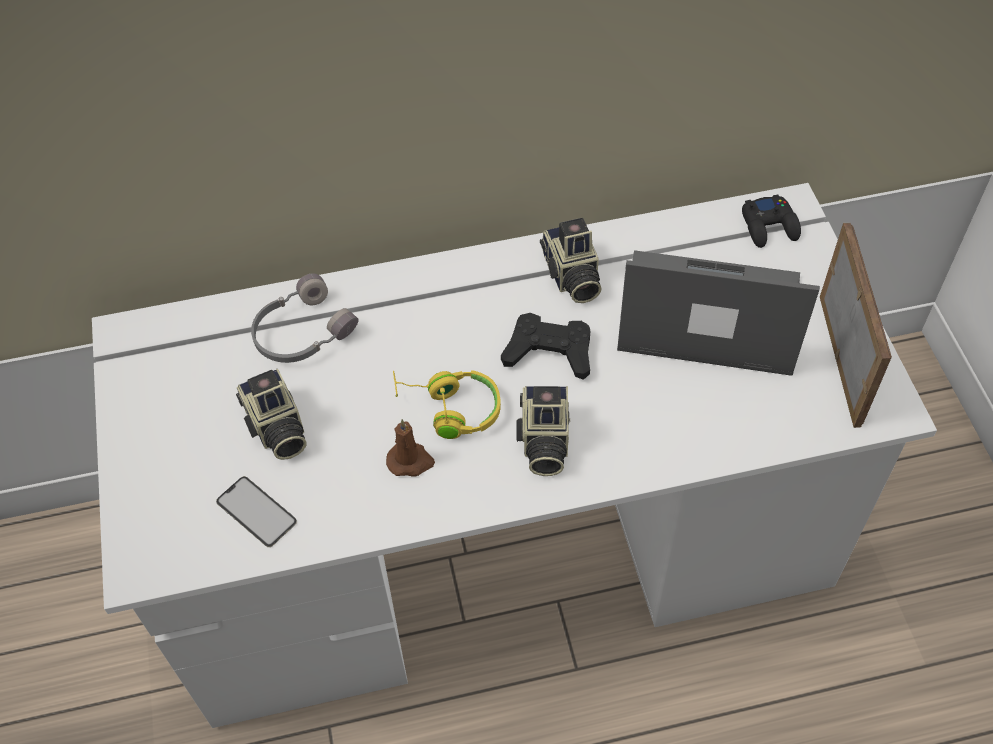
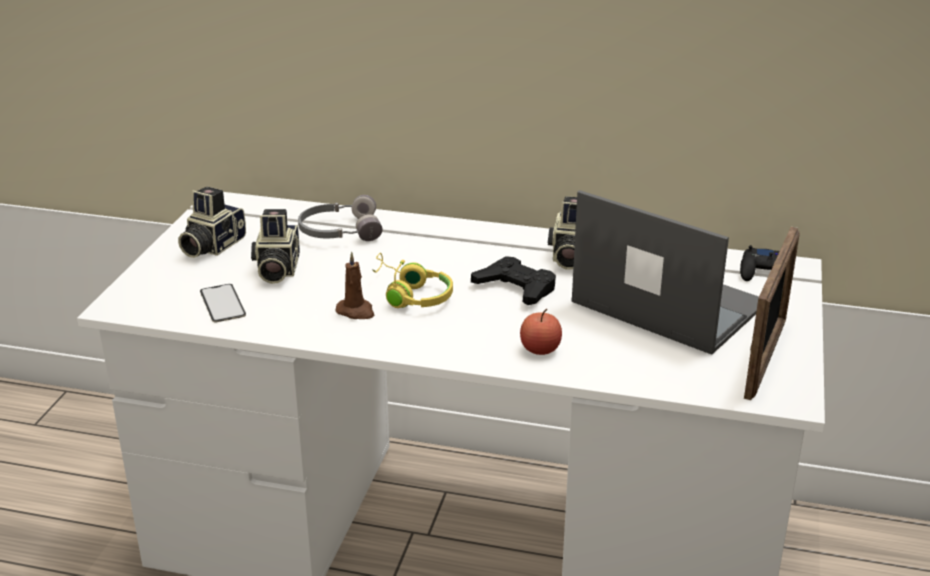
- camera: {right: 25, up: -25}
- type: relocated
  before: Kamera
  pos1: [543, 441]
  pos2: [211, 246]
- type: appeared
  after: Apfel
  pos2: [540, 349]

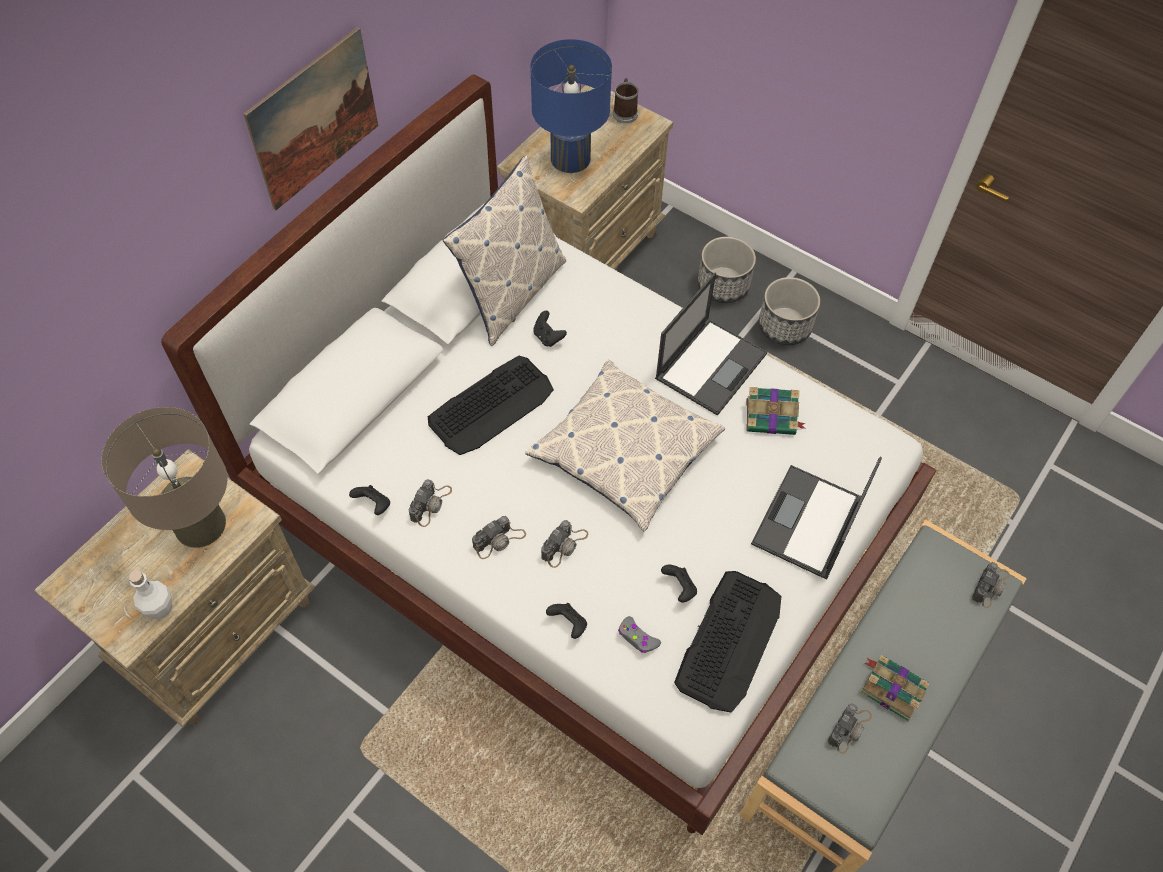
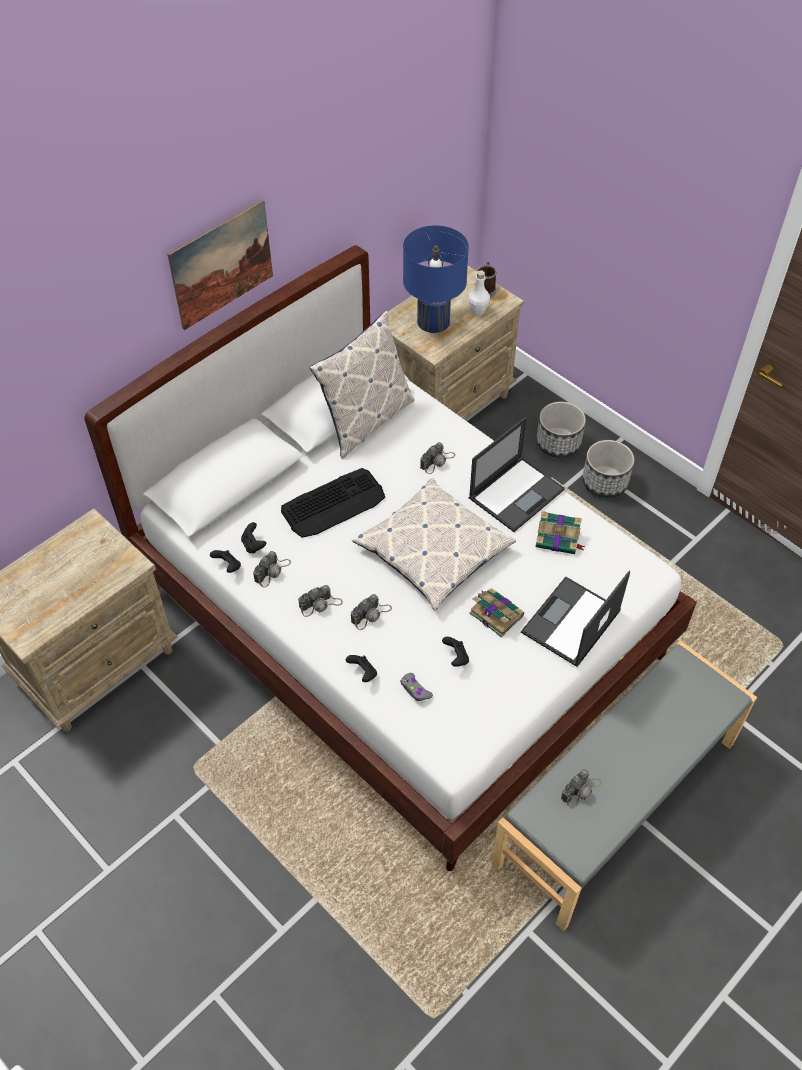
- camera: {right: 10, up: -5}
- type: relocated
  before: Gamepad [schwarz]
  pos1: [548, 337]
  pos2: [253, 545]
- type: relocated
  before: Kamera
  pos1: [990, 586]
  pos2: [437, 461]
- type: relocated
  before: Flasche [weiß]
  pos1: [160, 609]
  pos2: [478, 310]
- type: relocated
  before: Buch
  pos1: [891, 688]
  pos2: [495, 613]
- type: missing
  before: Tischlampe [beige]
  pos1: [200, 525]
- type: missing
  before: Tastatur
  pos1: [729, 640]

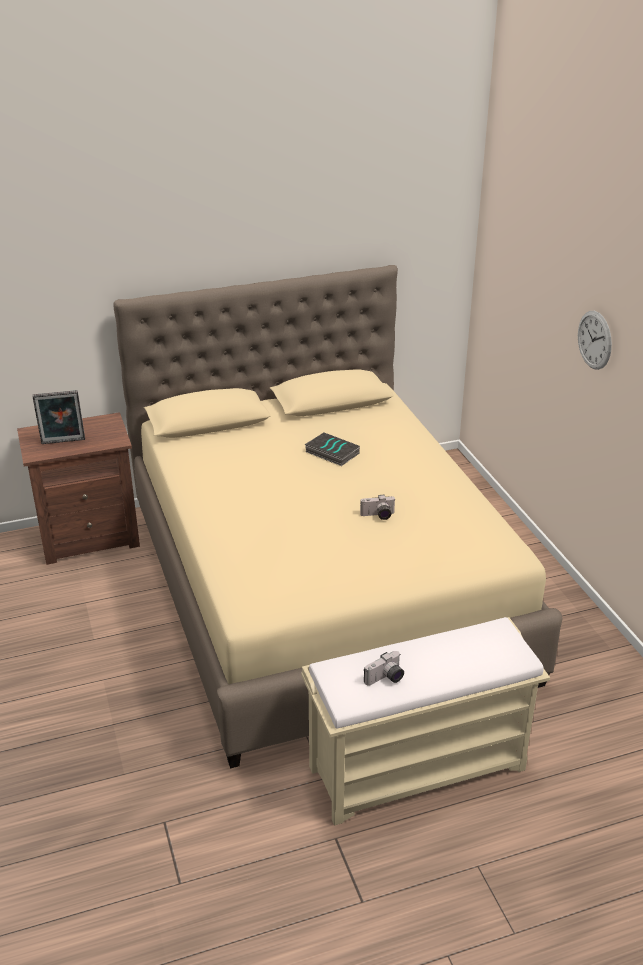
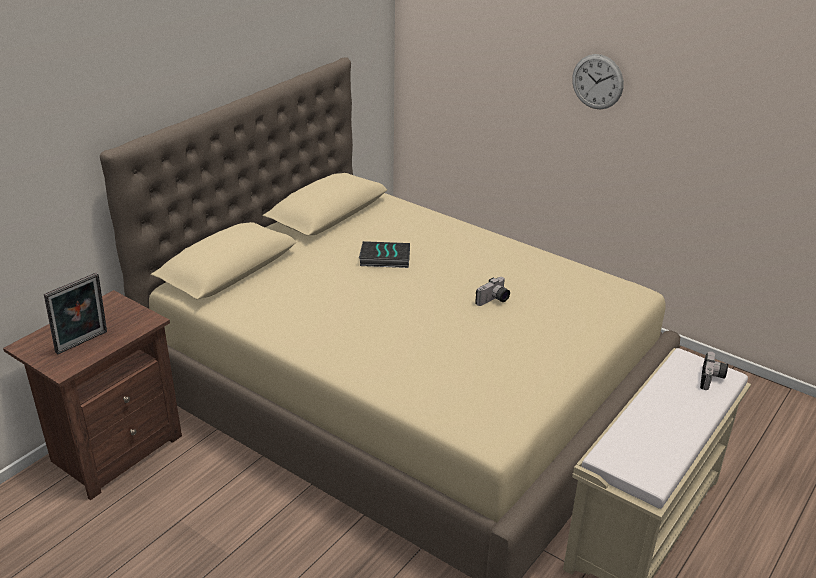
- camera: {right: -35, up: 0}
- type: relocated
  before: Kamera
  pos1: [385, 679]
  pos2: [712, 379]

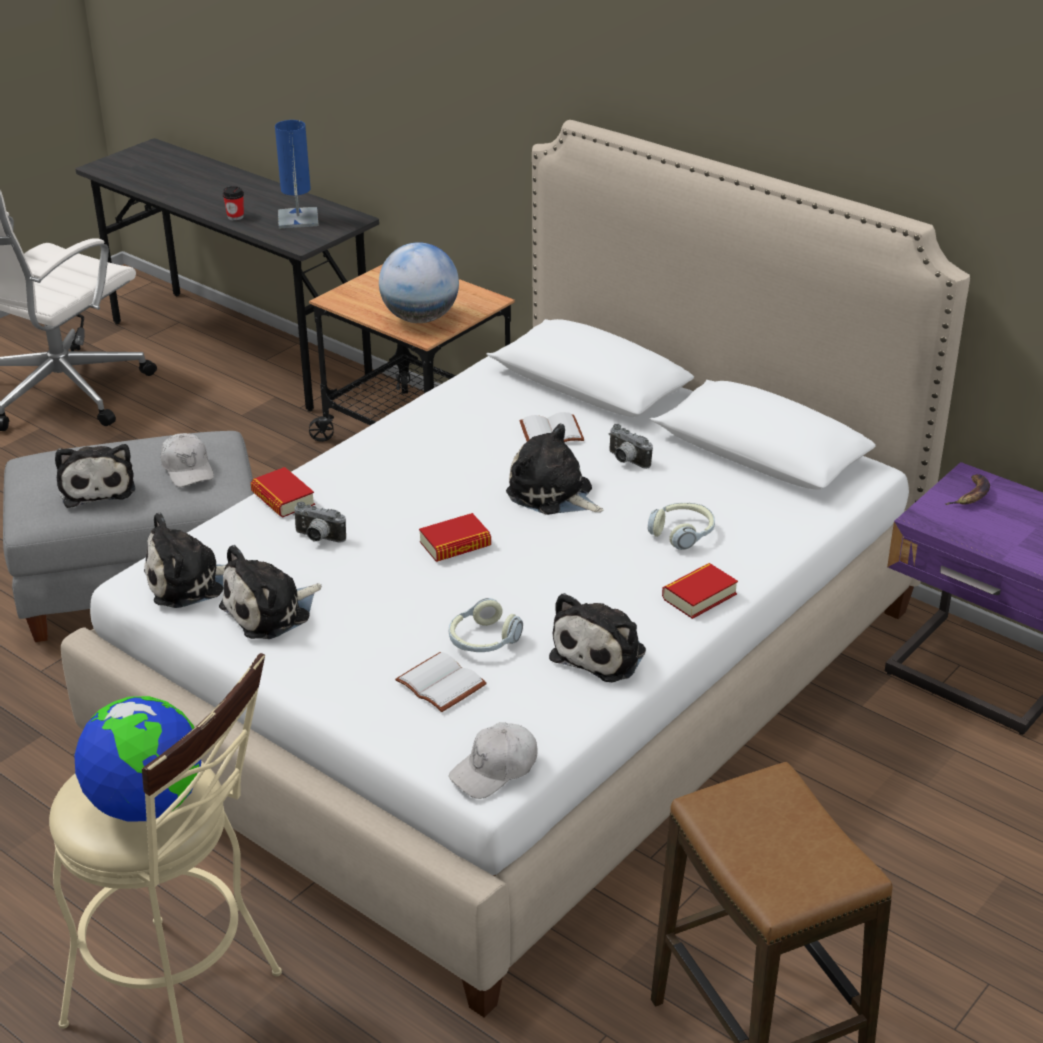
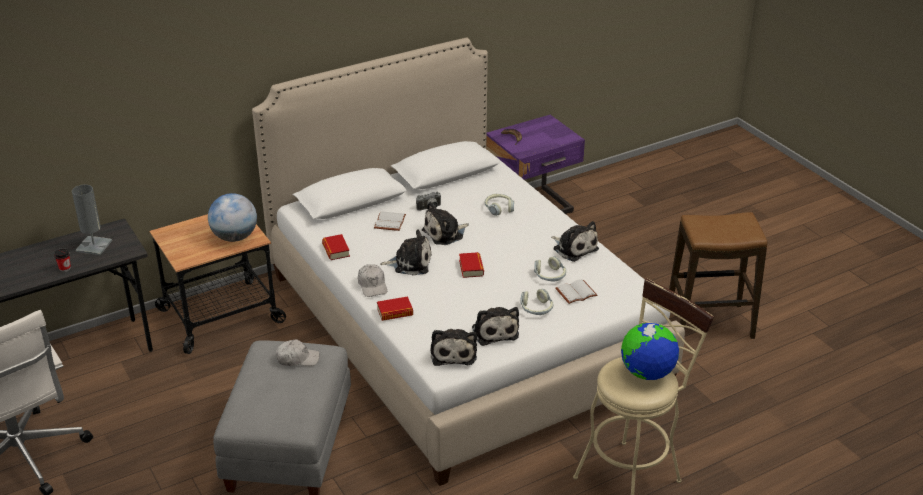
- camera: {right: -70, up: 0}
- type: colour
  before: Tischlampe [blau]
  after: Tischlampe [grau]
  pos1: [298, 219]
  pos2: [94, 246]
- type: relocated
  before: Buch
  pos1: [699, 596]
  pos2: [336, 250]
- type: relocated
  before: Kappe [weiß]
  pos1: [495, 770]
  pos2: [372, 285]
- type: relocated
  before: Plüschtier
  pos1: [97, 487]
  pos2: [410, 263]
- type: appeared
  after: Kopfhörer
  pos2: [536, 309]
- type: missing
  before: Kamera
  pos1: [318, 538]

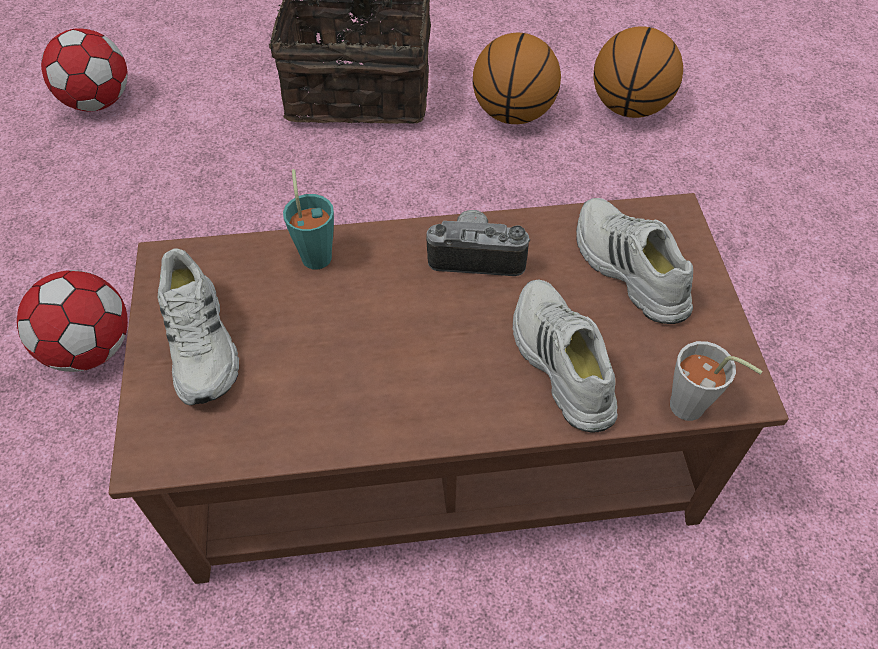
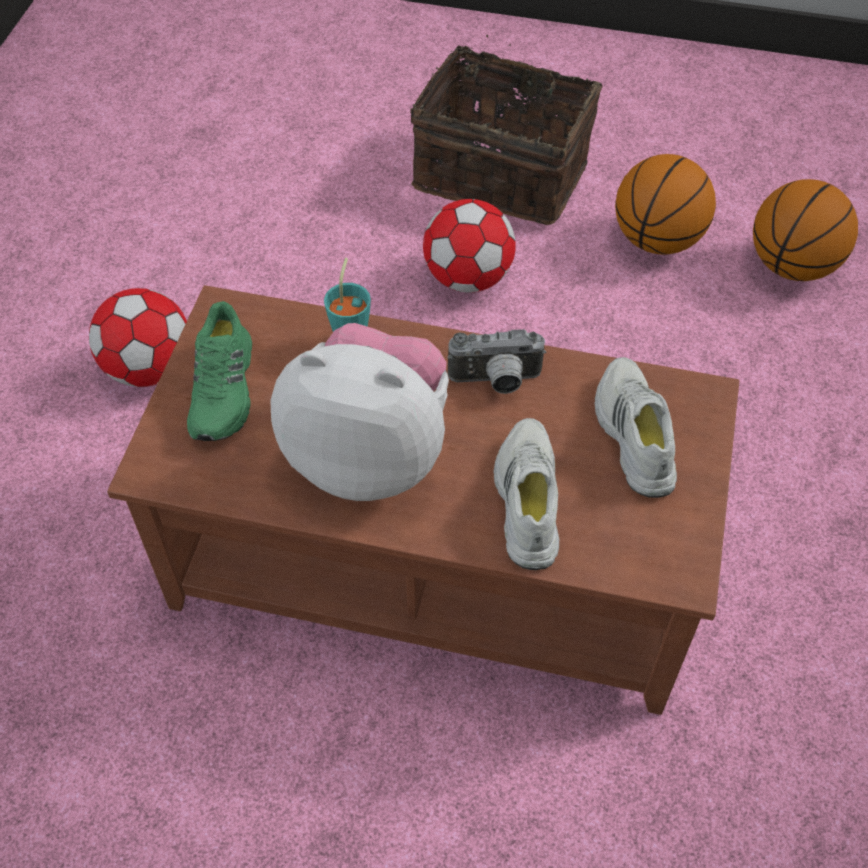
- camera: {right: 20, up: 0}
- type: colour
  before: Schuh [weiß]
  after: Schuh [grün]
  pos1: [202, 342]
  pos2: [224, 389]
- type: appeared
  after: Plüschtier
  pos2: [370, 454]
- type: relocated
  before: Fußball
  pos1: [98, 102]
  pos2: [468, 278]
- type: spun
  before: Kamera
  pos1: [477, 256]
  pos2: [496, 382]
  turn: 150
- type: missing
  before: Tasse [grau]
  pos1: [694, 410]

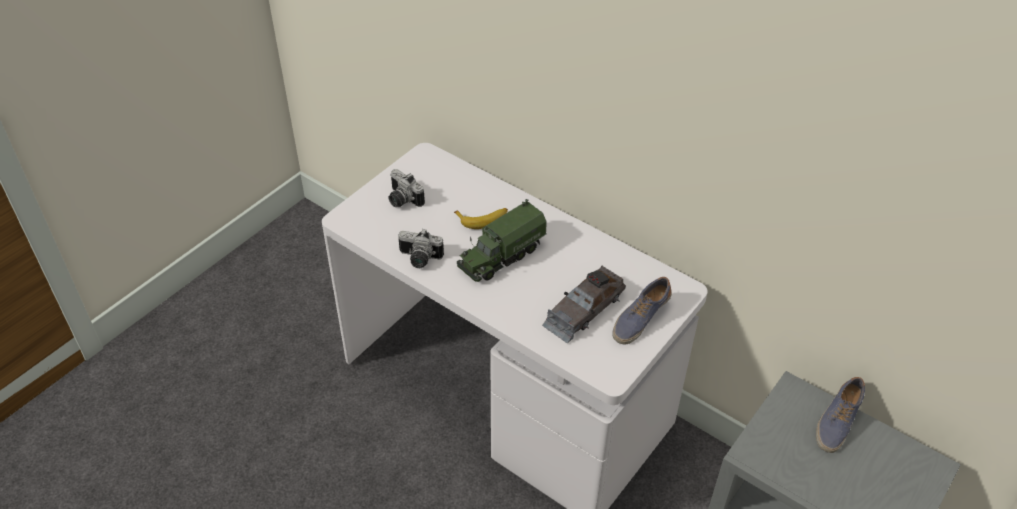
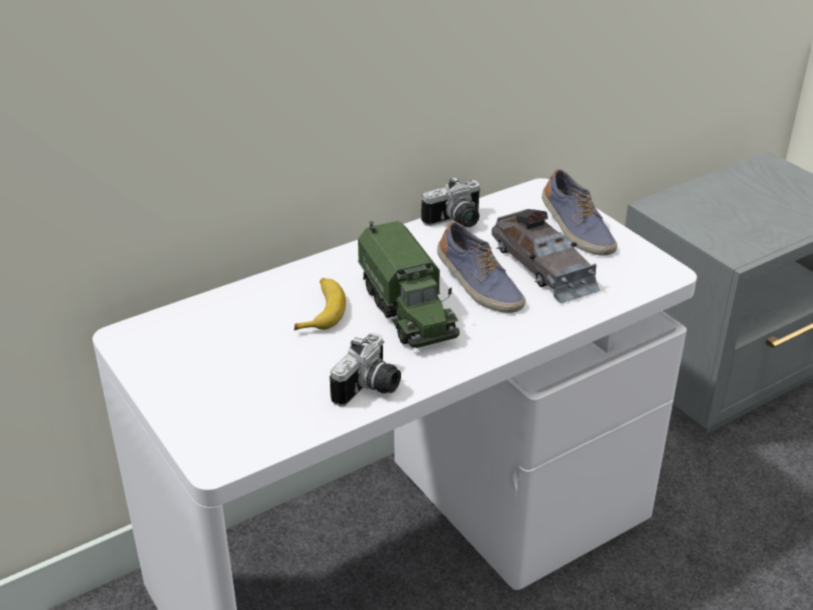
- camera: {right: -70, up: -10}
- type: relocated
  before: Kamera
  pos1: [402, 200]
  pos2: [456, 222]
- type: relocated
  before: Schuh
  pos1: [836, 421]
  pos2: [478, 286]

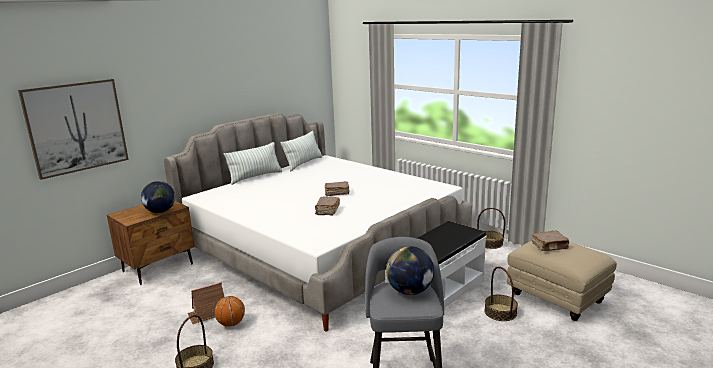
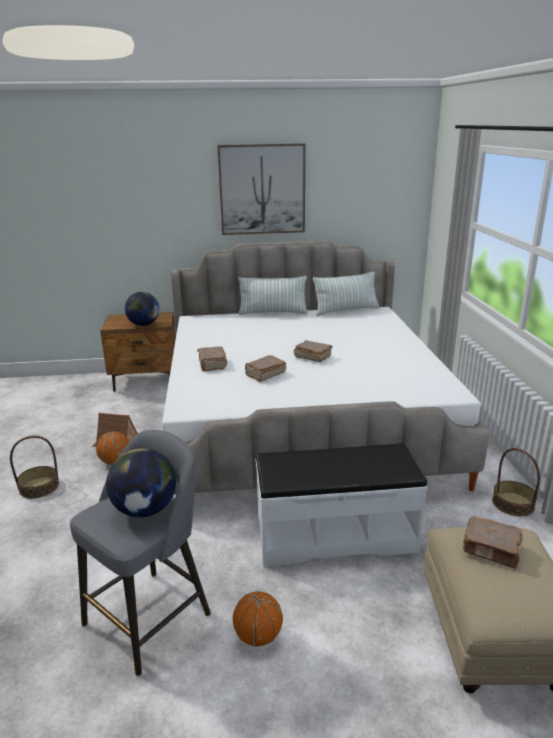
- camera: {right: 40, up: 5}
- type: appeared
  after: Buch [braun]
  pos2: [212, 364]
- type: relocated
  before: Bild
  pos1: [76, 127]
  pos2: [262, 189]
- type: appeared
  after: Basketball
  pos2: [258, 636]
- type: missing
  before: Korb
  pos1: [500, 312]

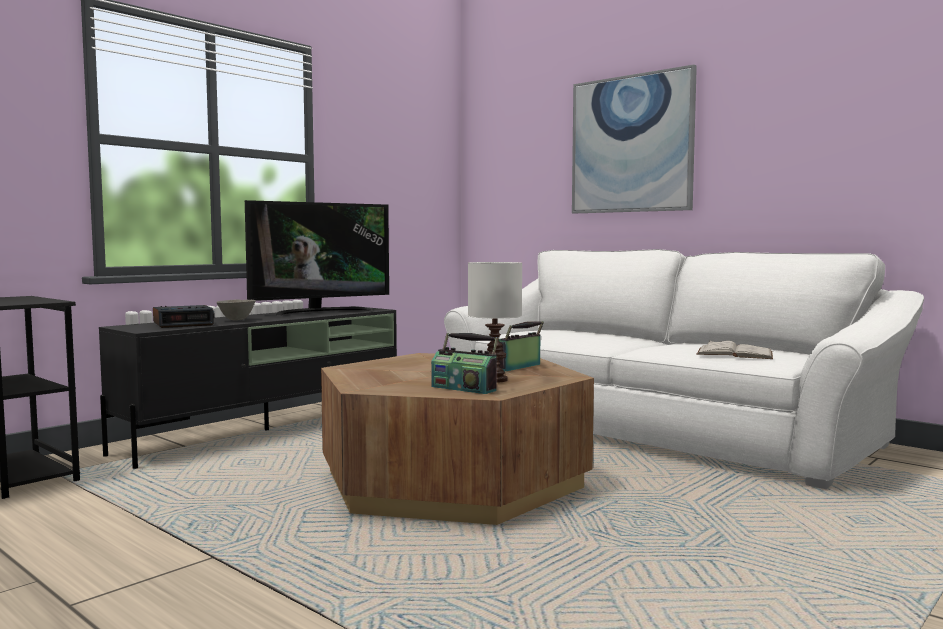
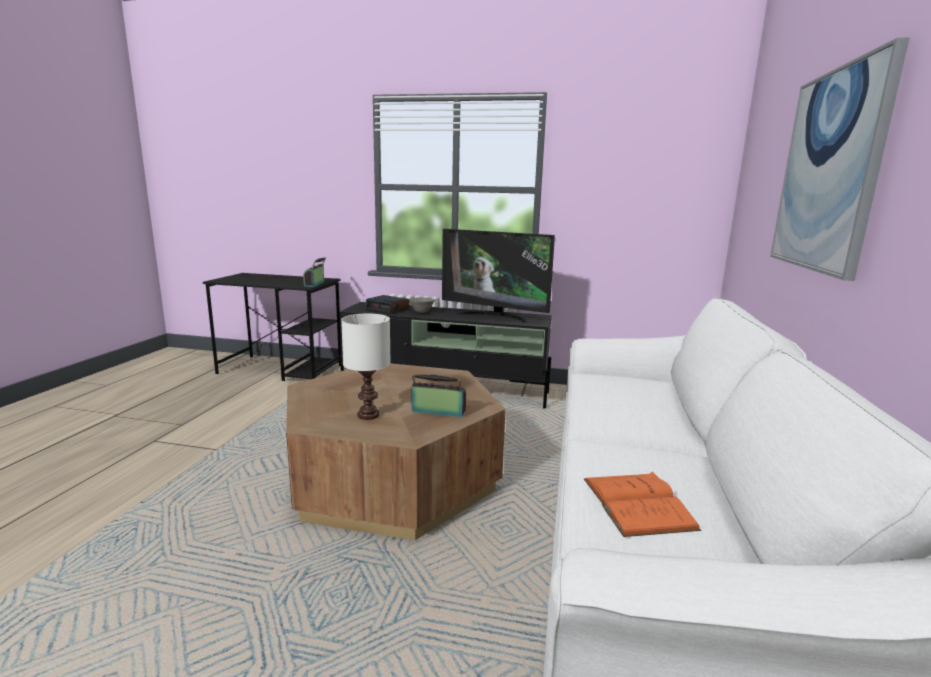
- camera: {right: 60, up: 10}
- type: relocated
  before: Radio
  pos1: [464, 388]
  pos2: [315, 284]
- type: colour
  before: Buch [weiß]
  after: Buch [orange]
  pos1: [734, 353]
  pos2: [637, 503]

